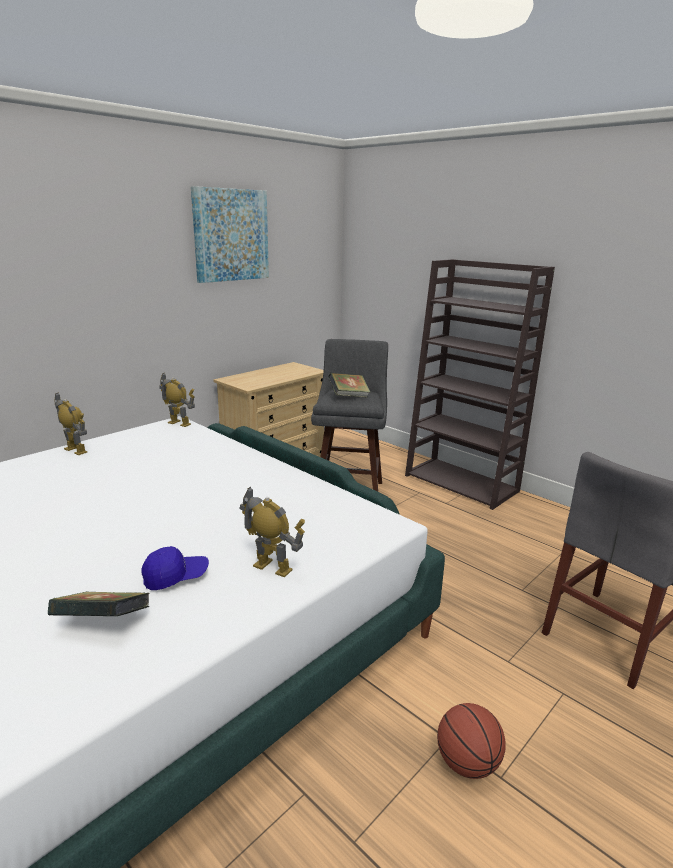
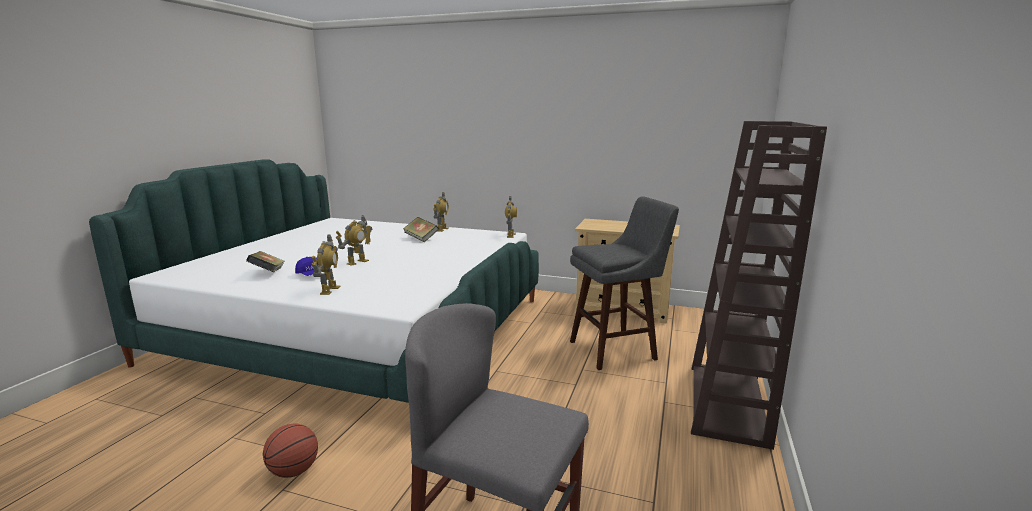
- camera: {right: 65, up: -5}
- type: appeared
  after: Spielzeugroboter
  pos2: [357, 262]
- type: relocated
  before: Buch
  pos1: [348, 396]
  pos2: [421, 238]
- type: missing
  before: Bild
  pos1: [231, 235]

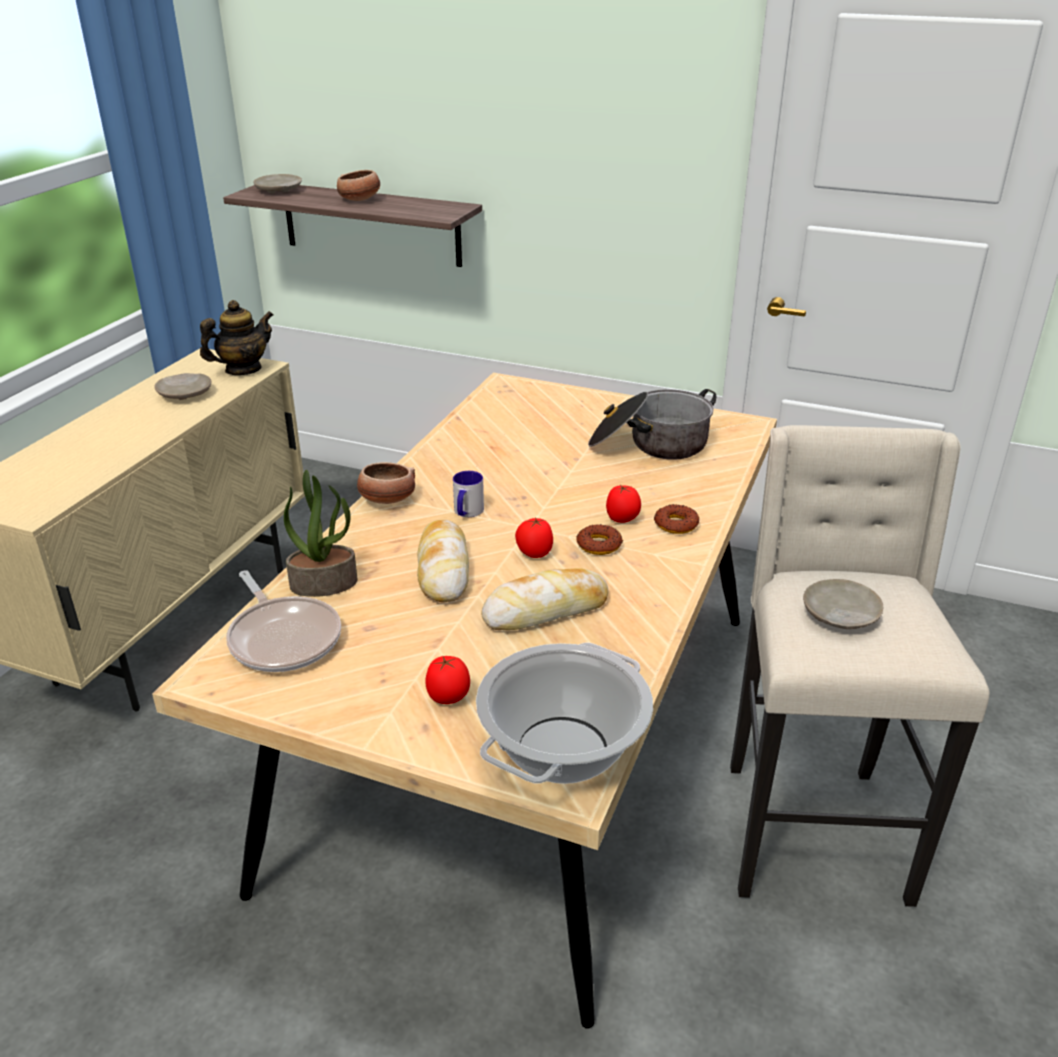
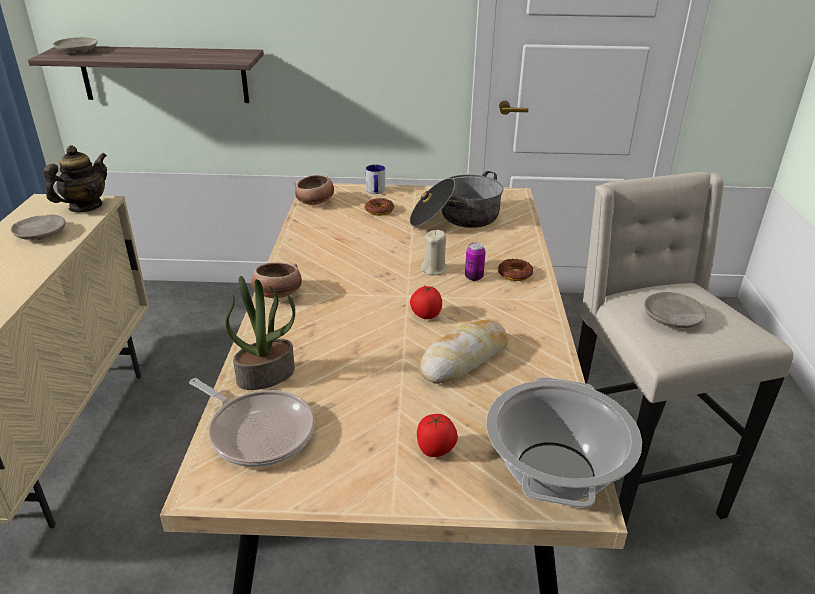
- camera: {right: -20, up: 0}
- type: relocated
  before: Schüssel
  pos1: [360, 200]
  pos2: [315, 202]
- type: relocated
  before: Donut
  pos1: [599, 545]
  pos2: [379, 210]
- type: relocated
  before: Henkelbecher
  pos1: [467, 512]
  pos2: [375, 191]
- type: appeared
  after: Kerze [beige]
  pos2: [434, 269]
- type: exchanged
  before: Tomate
  after: Dose
  pos1: [622, 519]
  pos2: [474, 277]
- type: missing
  before: Brot
  pos1: [443, 569]

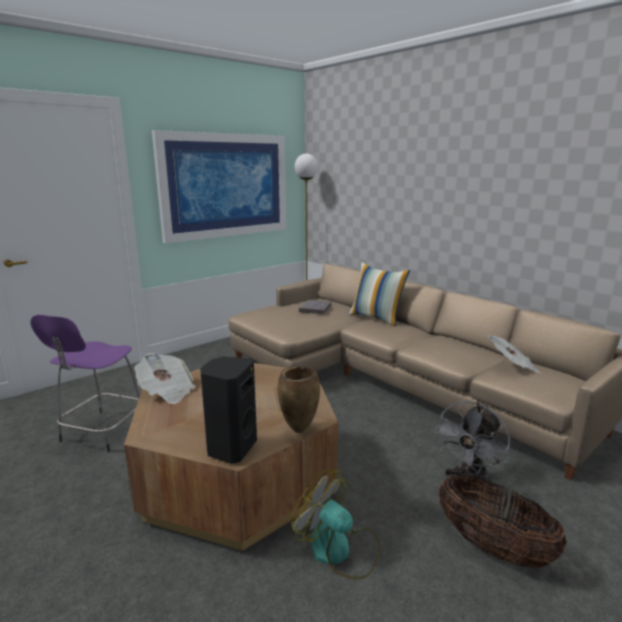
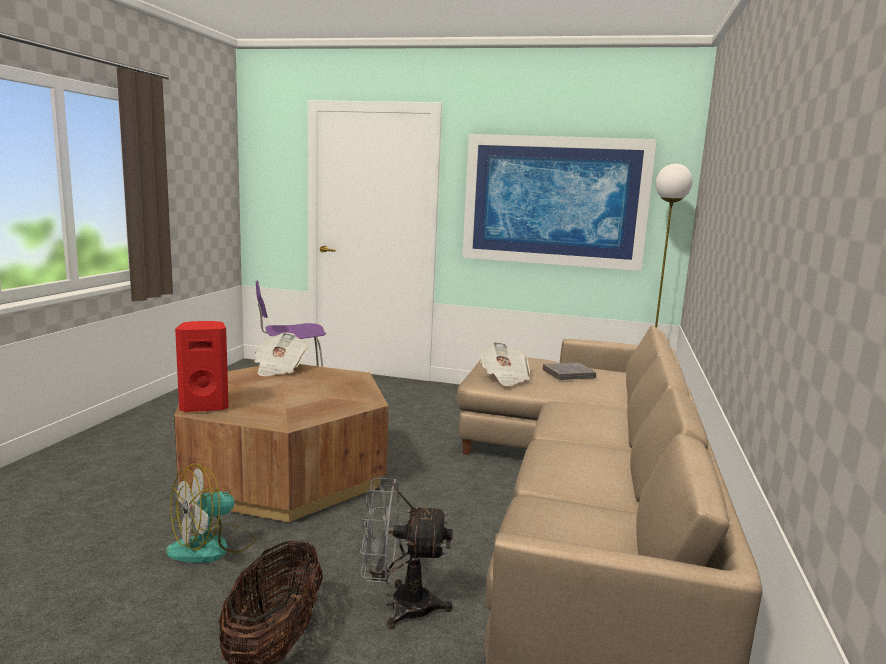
- camera: {right: 55, up: -5}
- type: spun
  before: Ventilator
  pos1: [339, 550]
  pos2: [212, 547]
  turn: -135
- type: colour
  before: Lautsprecher [schwarz]
  after: Lautsprecher [rot]
  pos1: [230, 448]
  pos2: [205, 406]
- type: relocated
  before: Zeitung
  pos1: [512, 366]
  pos2: [504, 378]
- type: missing
  before: Vase [braun]
  pos1: [298, 430]
- type: missing
  before: Kissen
  pos1: [376, 318]

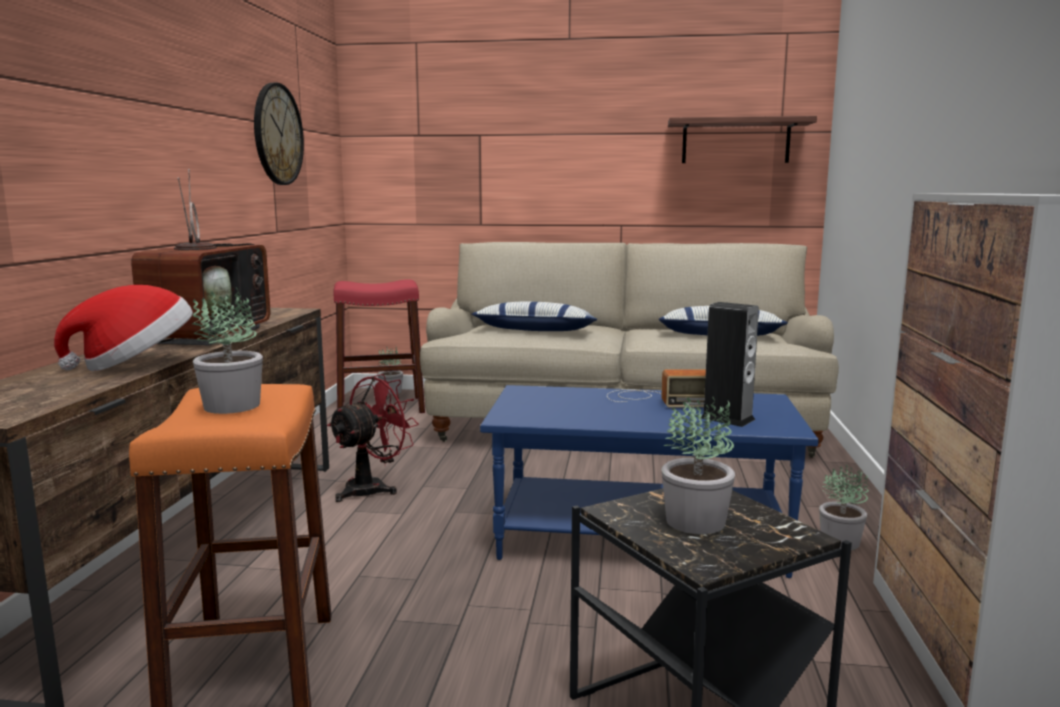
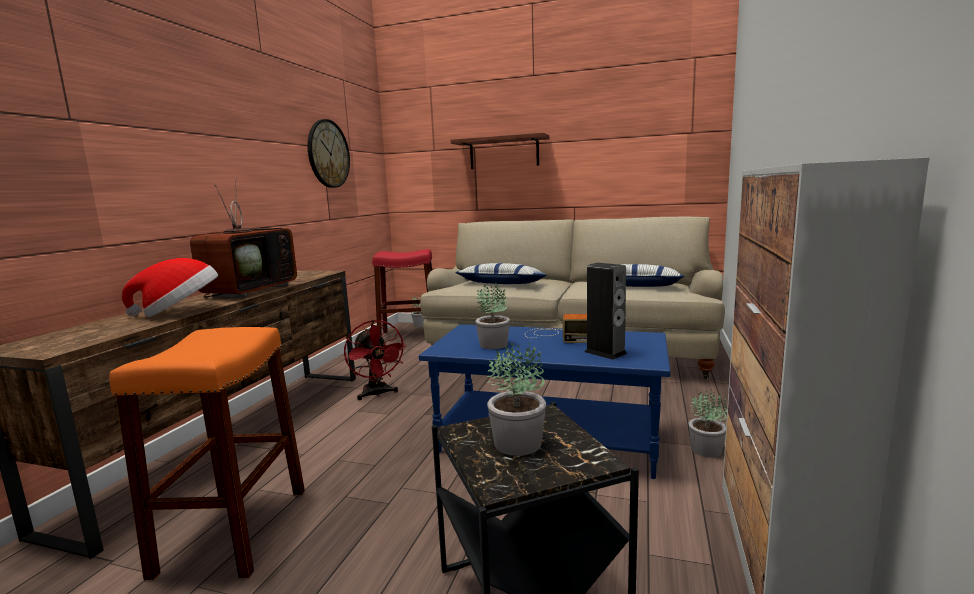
- camera: {right: 10, up: 0}
- type: spun
  before: Ventilator [rot]
  pos1: [373, 488]
  pos2: [377, 394]
  turn: 105
- type: relocated
  before: Wandregal
  pos1: [735, 141]
  pos2: [504, 153]
- type: relocated
  before: Topfpflanze
  pos1: [231, 405]
  pos2: [493, 344]

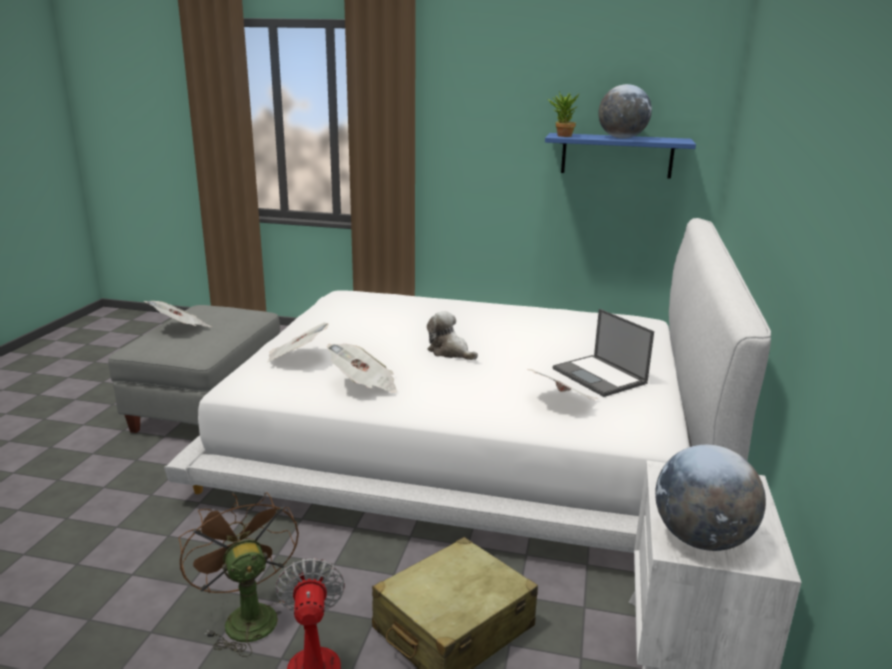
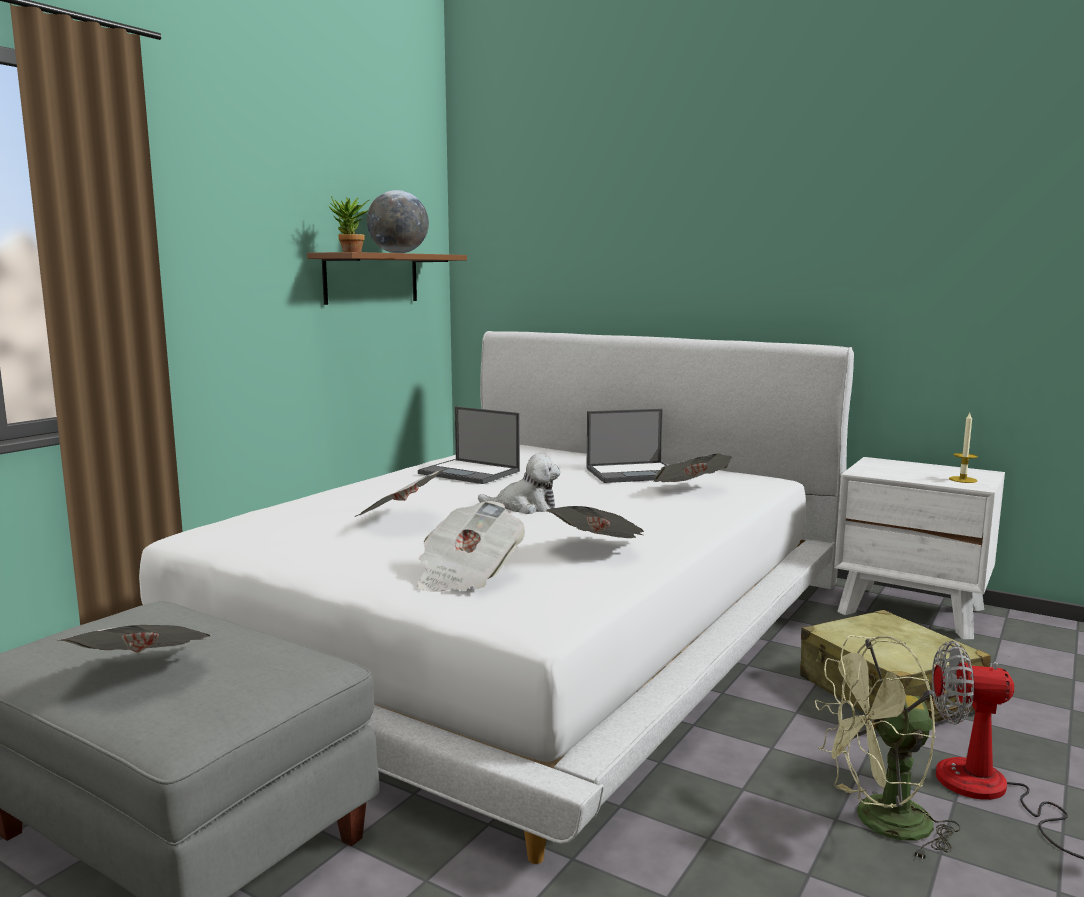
- camera: {right: -70, up: -10}
- type: colour
  before: Wandregal [blau]
  after: Wandregal [braun]
  pos1: [617, 155]
  pos2: [371, 278]
- type: appeared
  after: Zeitung
  pos2: [399, 517]
- type: appeared
  after: Laptop
  pos2: [470, 472]
- type: spun
  before: Plüschtier
  pos1: [450, 352]
  pos2: [524, 507]
  turn: -150
- type: colour
  before: Ventilator [braun]
  after: Ventilator [grün]
  pos1: [246, 616]
  pos2: [879, 823]
- type: exchanged
  before: Globus
  after: Kerze
  pos1: [701, 539]
  pos2: [963, 479]

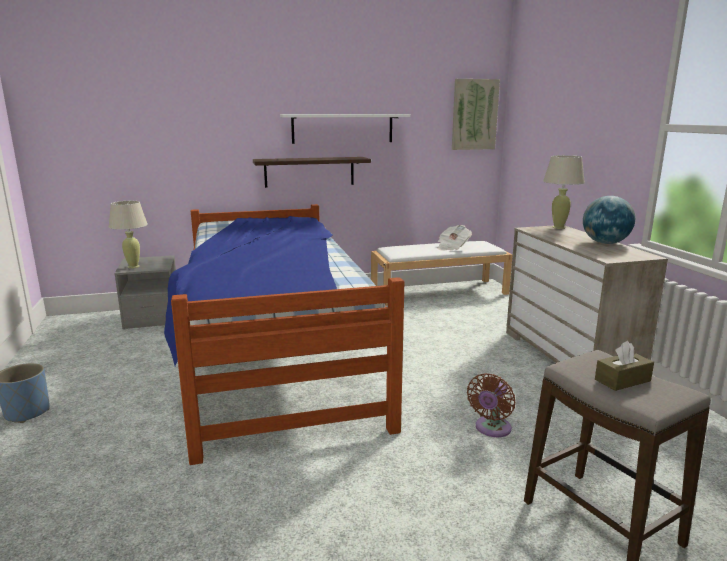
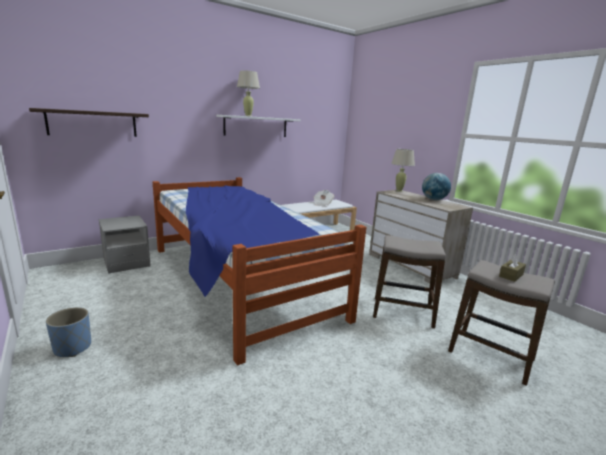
- camera: {right: -20, up: 0}
- type: relocated
  before: Wandregal
  pos1: [309, 172]
  pos2: [93, 123]
- type: relocated
  before: Tischlampe [beige]
  pos1: [133, 266]
  pos2: [248, 116]
- type: exchanged
  before: Ventilator [braun]
  after: Hocker
  pos1: [491, 429]
  pos2: [402, 312]
- type: missing
  before: Bild
  pos1: [474, 114]

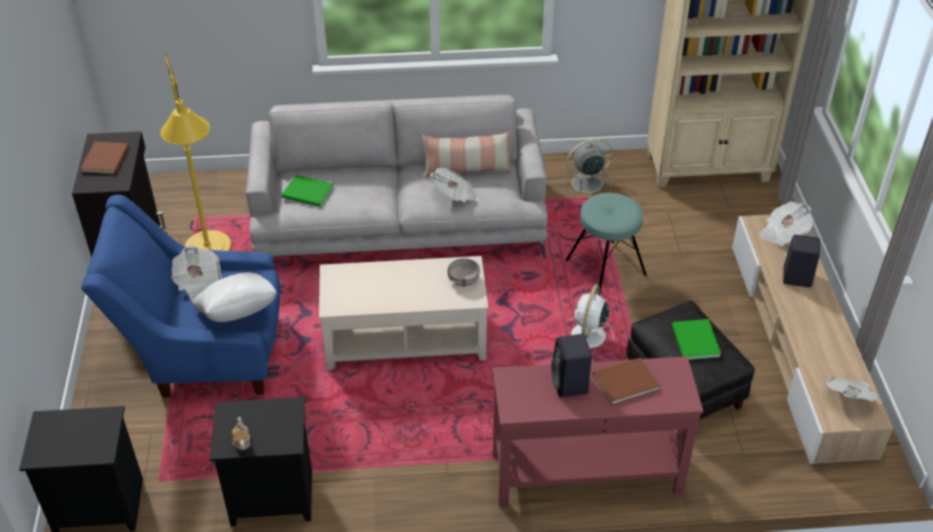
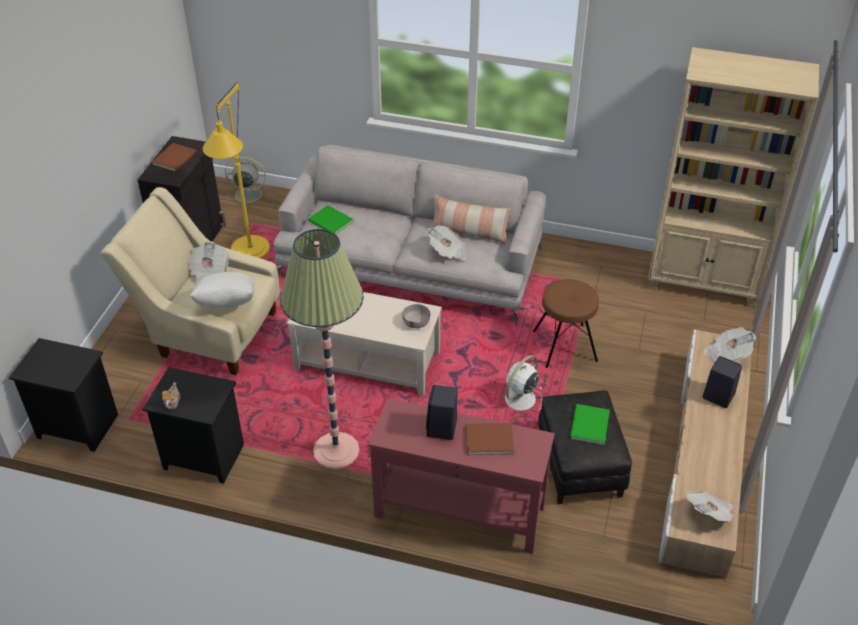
- camera: {right: 20, up: 0}
- type: colour
  before: Sessel [blau]
  after: Sessel [beige]
  pos1: [205, 353]
  pos2: [209, 331]
- type: relocated
  before: Ventilator [grau]
  pos1: [585, 183]
  pos2: [247, 194]
- type: appeared
  after: Stehlampe
  pos2: [336, 451]
- type: colour
  before: Hocker [türkis]
  after: Hocker [braun]
  pos1: [605, 268]
  pos2: [564, 346]

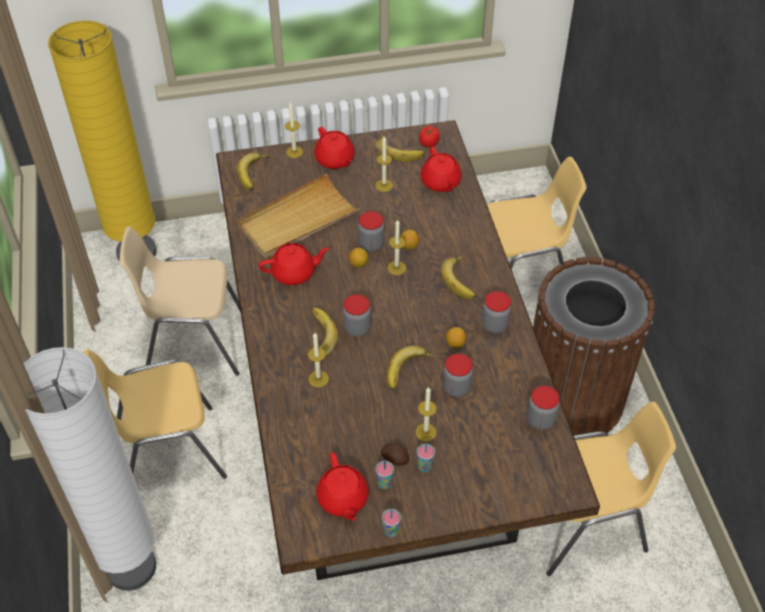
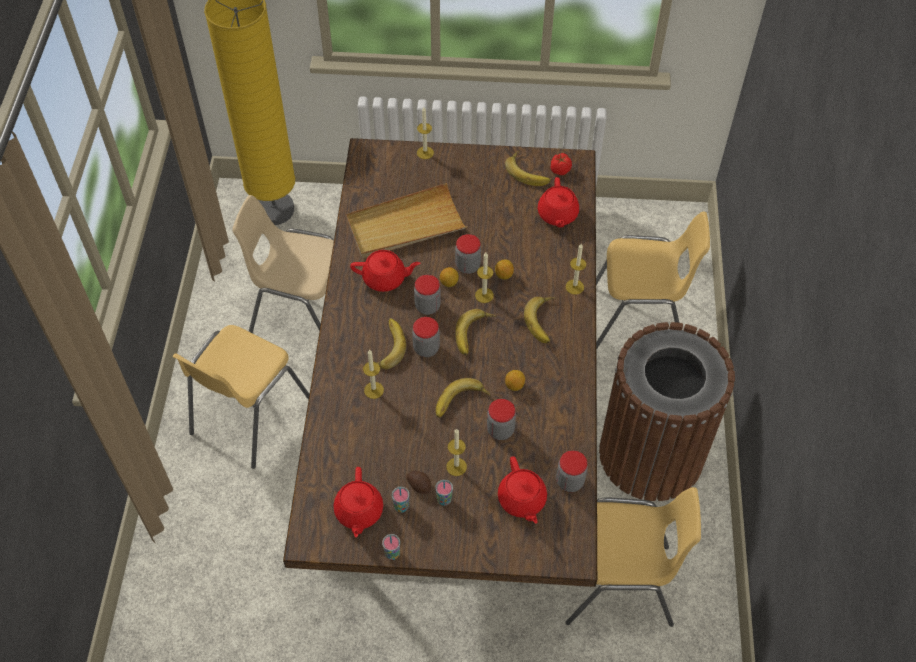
- camera: {right: 15, up: 5}
- type: spun
  before: Stuhl [gelb]
  pos1: [168, 453]
  pos2: [248, 415]
  turn: -60
- type: relocated
  before: Vorratsglas
  pos1: [494, 325]
  pos2: [427, 306]
- type: relocated
  before: Banane
  pos1: [255, 174]
  pos2: [475, 334]
- type: relocated
  before: Teekanne [rot]
  pos1: [335, 160]
  pos2: [522, 500]
- type: relocated
  before: Kerze
  pos1: [384, 185]
  pos2: [574, 287]
- type: missing
  before: Stehlampe [weiß]
  pos1: [131, 567]

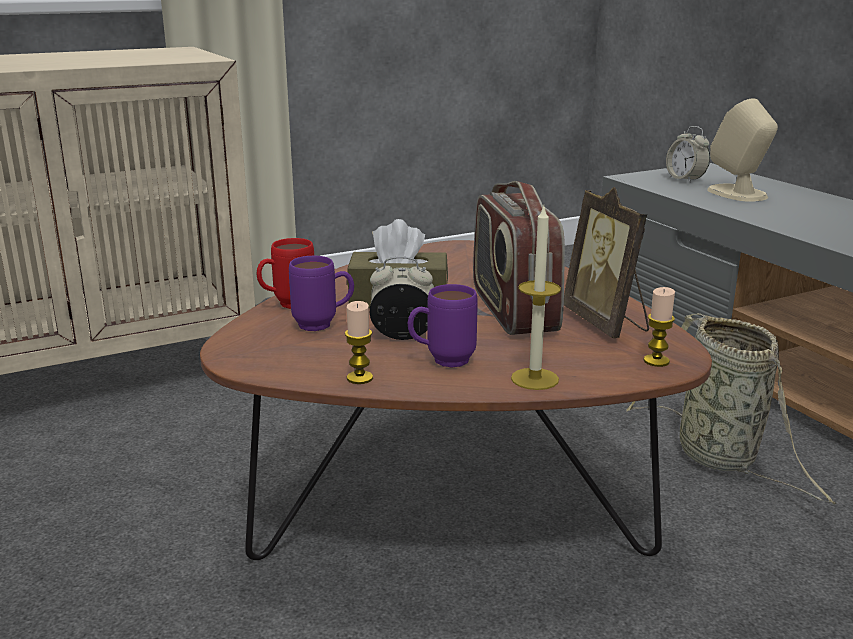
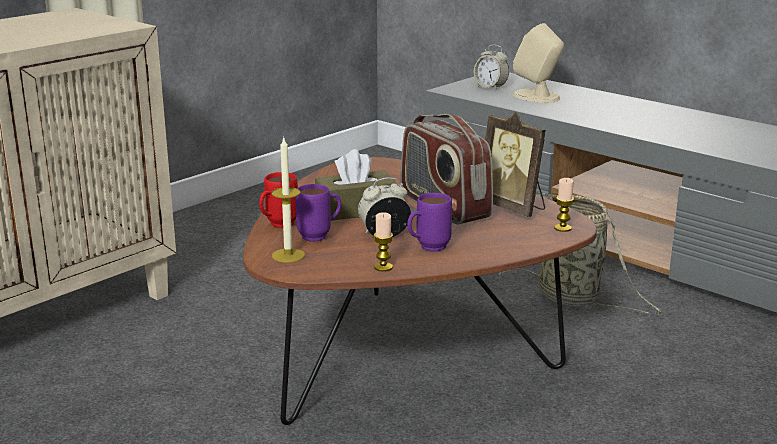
- camera: {right: -20, up: 0}
- type: relocated
  before: Kerze
  pos1: [534, 379]
  pos2: [288, 255]

